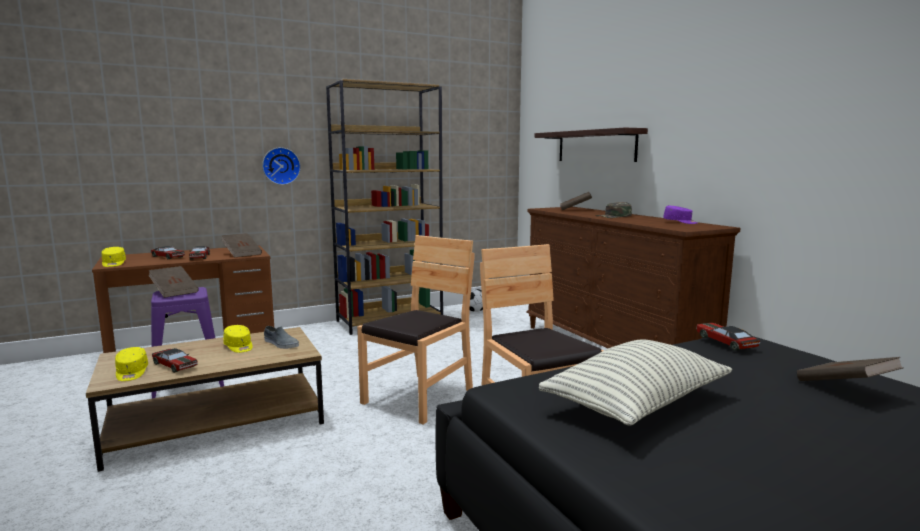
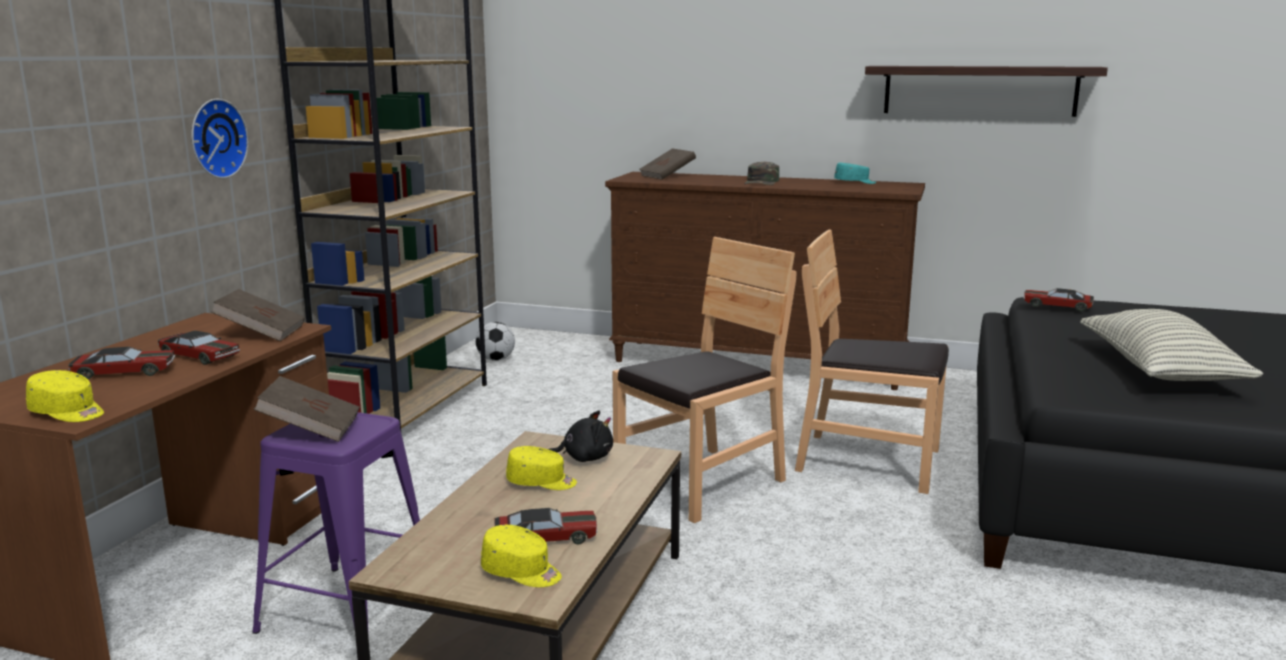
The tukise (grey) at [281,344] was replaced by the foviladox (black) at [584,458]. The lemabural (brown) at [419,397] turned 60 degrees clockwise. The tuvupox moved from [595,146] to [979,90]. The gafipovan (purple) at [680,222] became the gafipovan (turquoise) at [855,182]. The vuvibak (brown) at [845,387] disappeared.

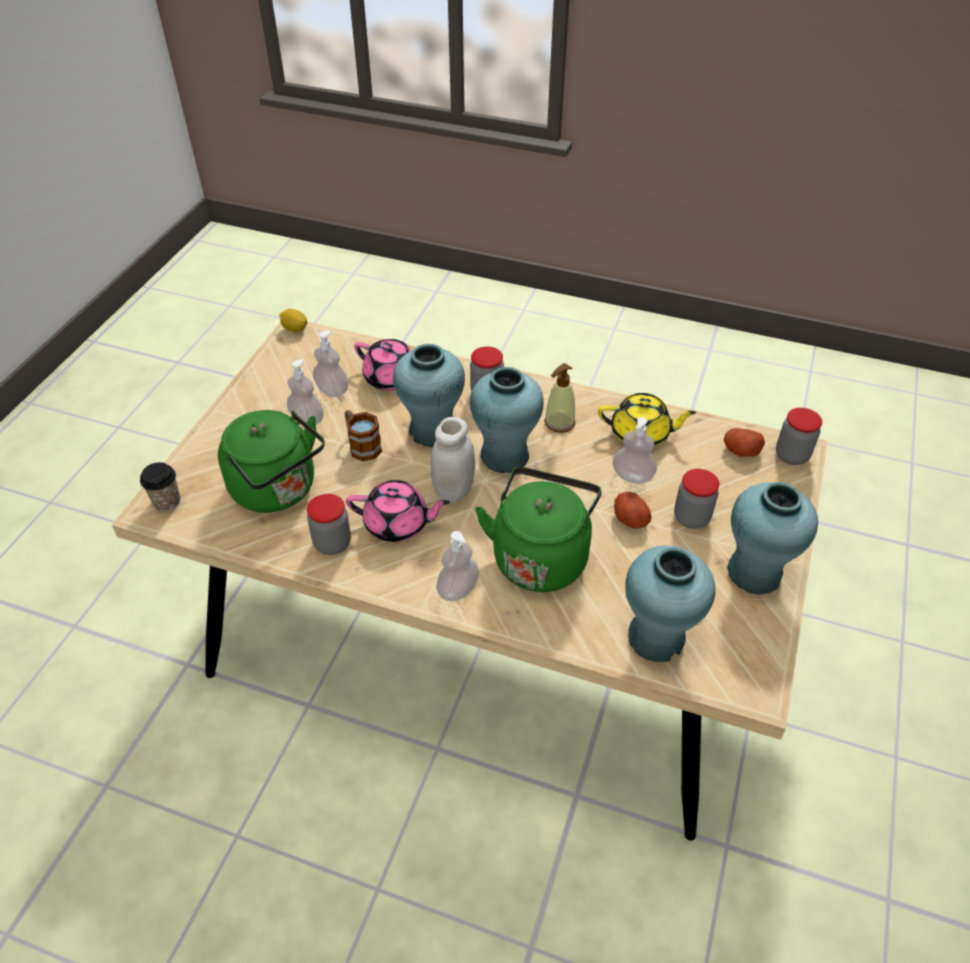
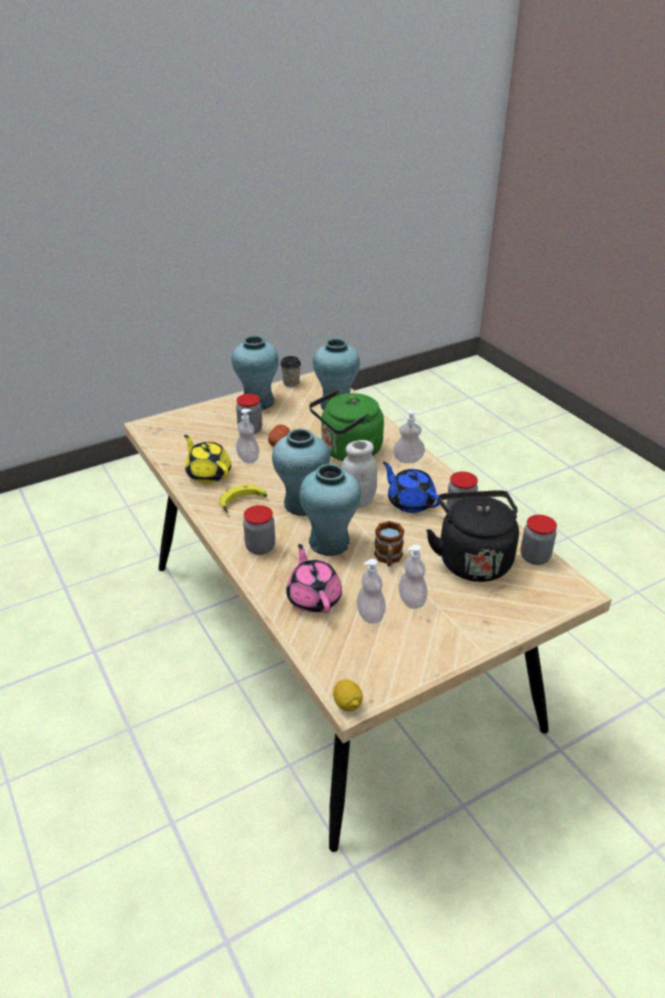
The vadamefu moved from [167,502] to [291,383]. The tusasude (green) at [278,490] became the tusasude (black) at [472,559]. The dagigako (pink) at [398,524] became the dagigako (blue) at [410,502]. The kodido at [559,423] was replaced by the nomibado at [243,504]. The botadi at [740,450] disappeared. The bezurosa moved from [791,455] to [534,557].

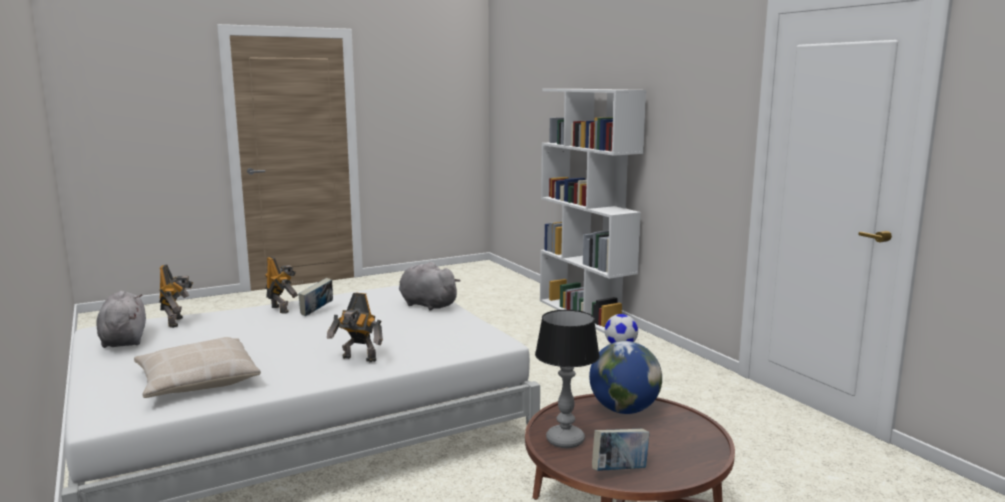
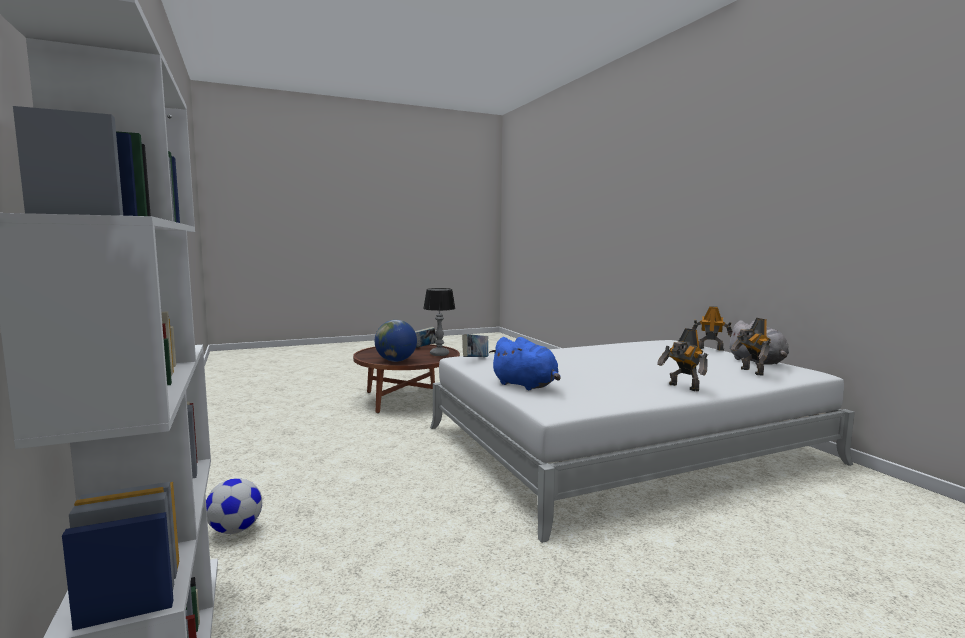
The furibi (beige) at [197,380] disappeared. The vuvibak moved from [317,312] to [475,359]. The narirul moved from [358,359] to [710,349]. The foviladox (grey) at [426,305] became the foviladox (blue) at [526,385].

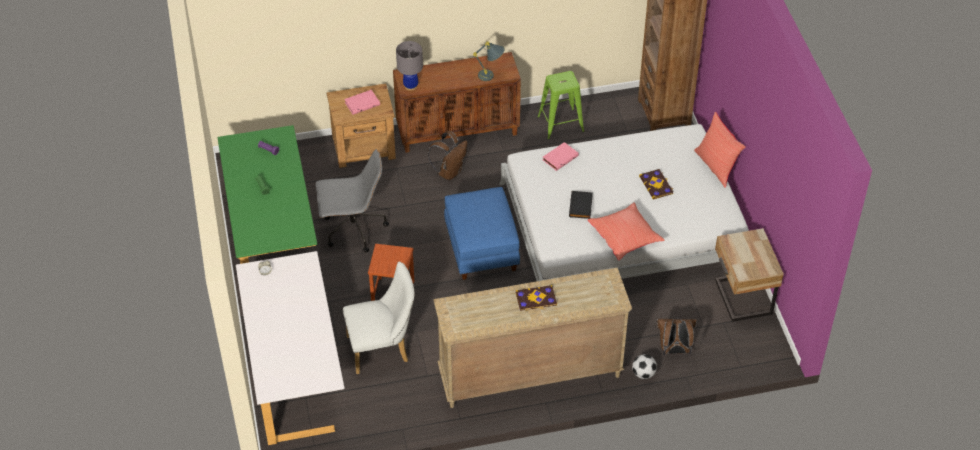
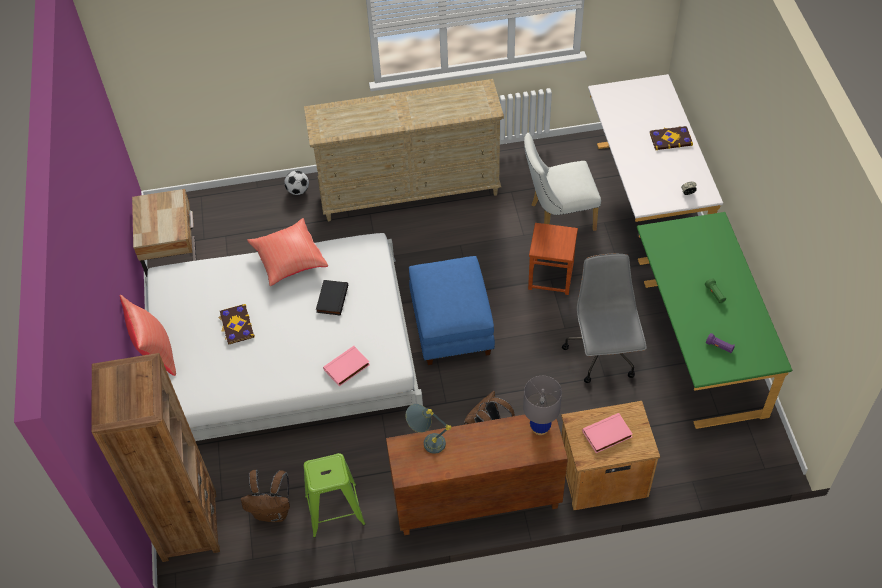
The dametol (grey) at [353,229] turned 90 degrees clockwise. The vuvibak moved from [536,299] to [670,139]. The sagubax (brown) moved from [674,350] to [273,511].

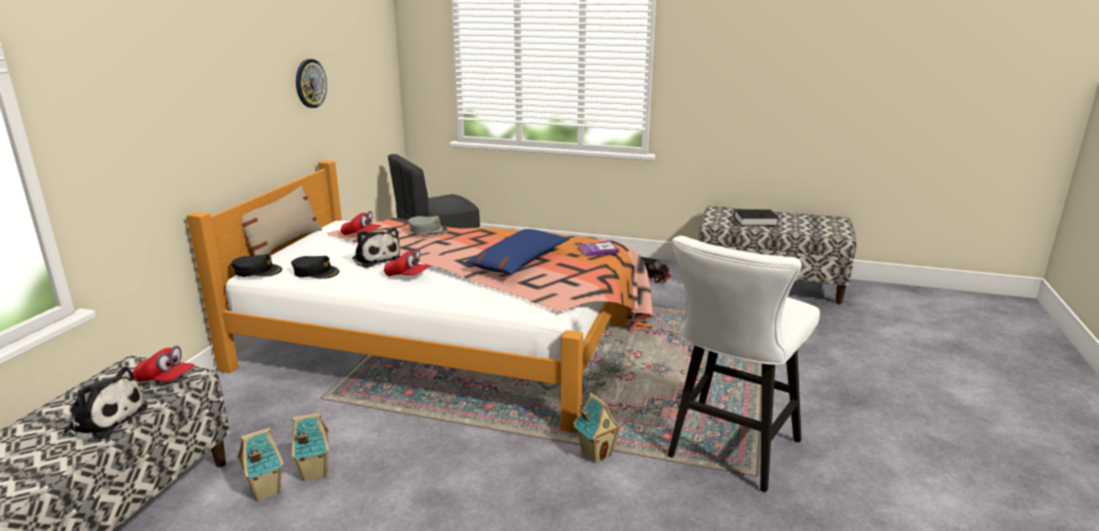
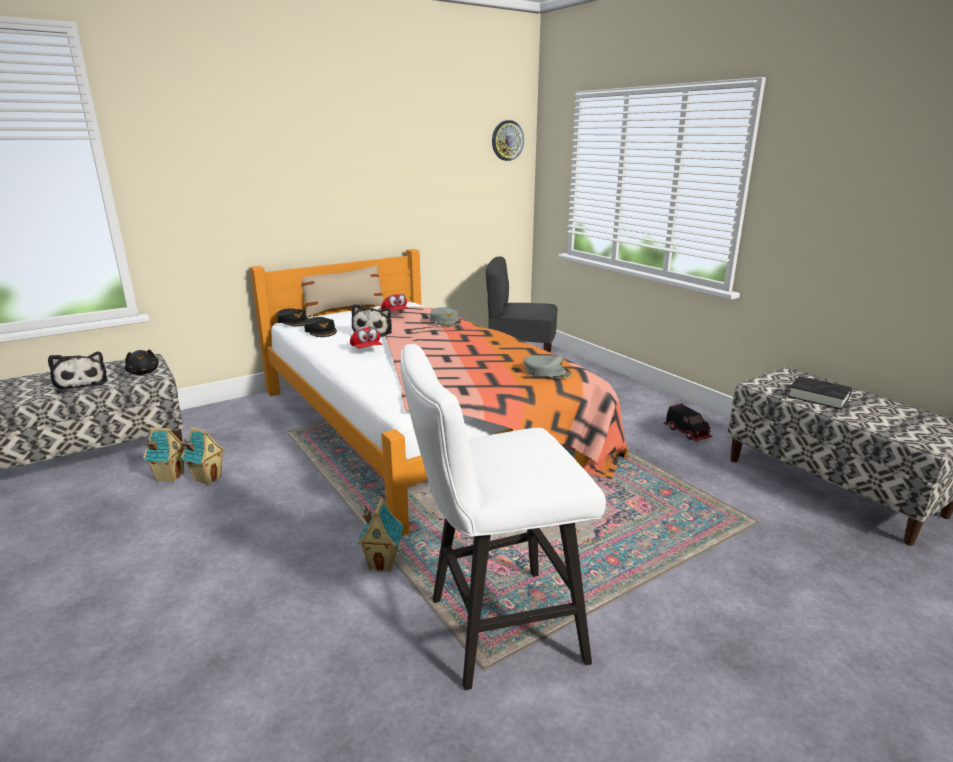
The gafipovan (red) at [166,379] was replaced by the foviladox (black) at [143,372]. The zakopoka moved from [310,83] to [507,140]. The furibi (blue) at [519,262] disappeared. The vuvibak at [598,250] was replaced by the gafipovan (grey) at [547,372].

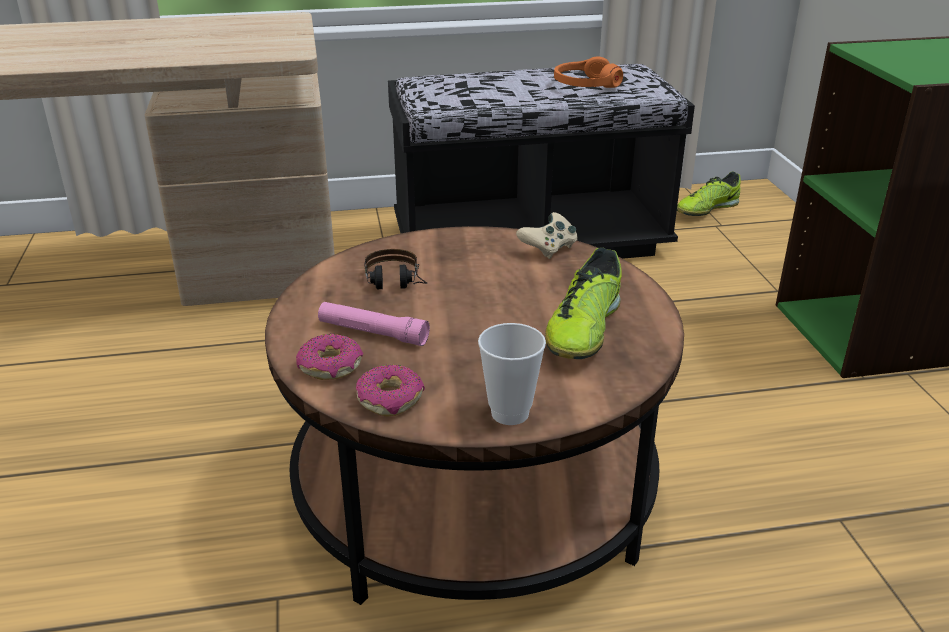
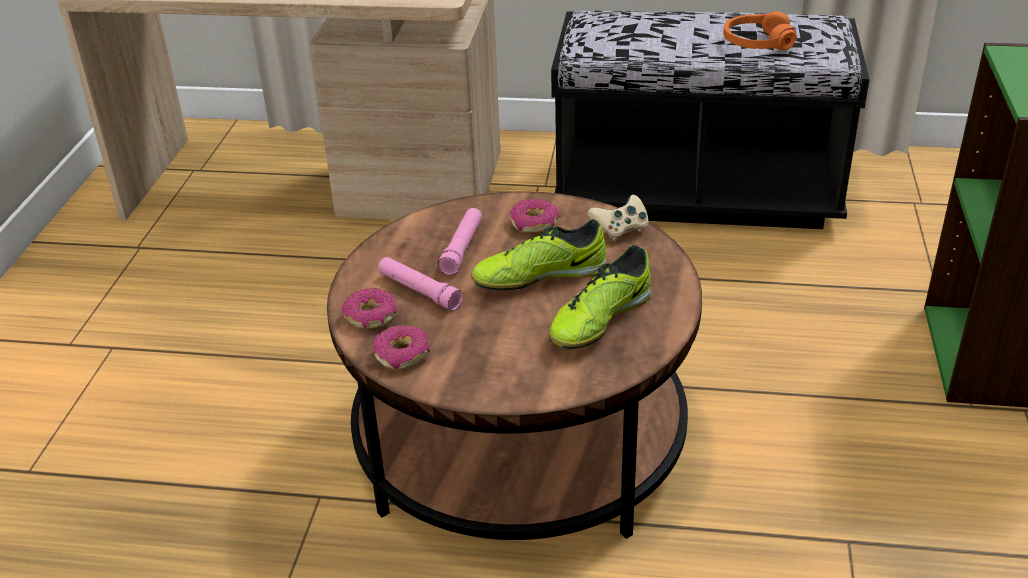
The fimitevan at [395,286] was replaced by the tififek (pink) at [462,248]. The vadamefu at [510,413] disappeared. The tukise moved from [706,209] to [539,276]. The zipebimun at [534,223] appeared.

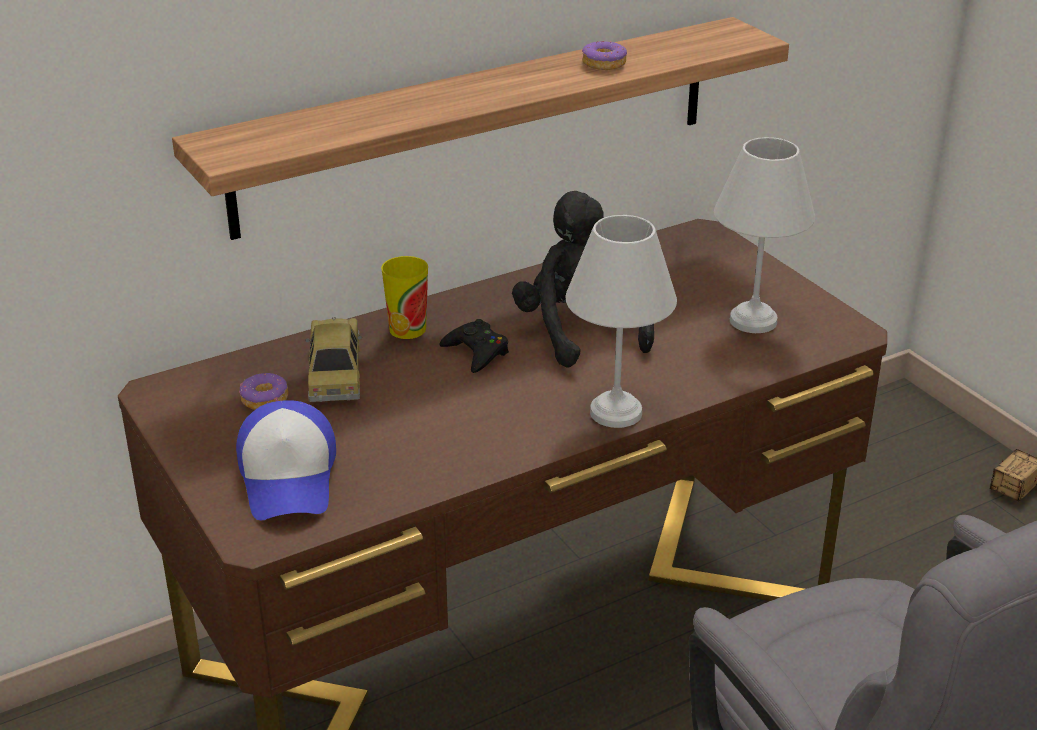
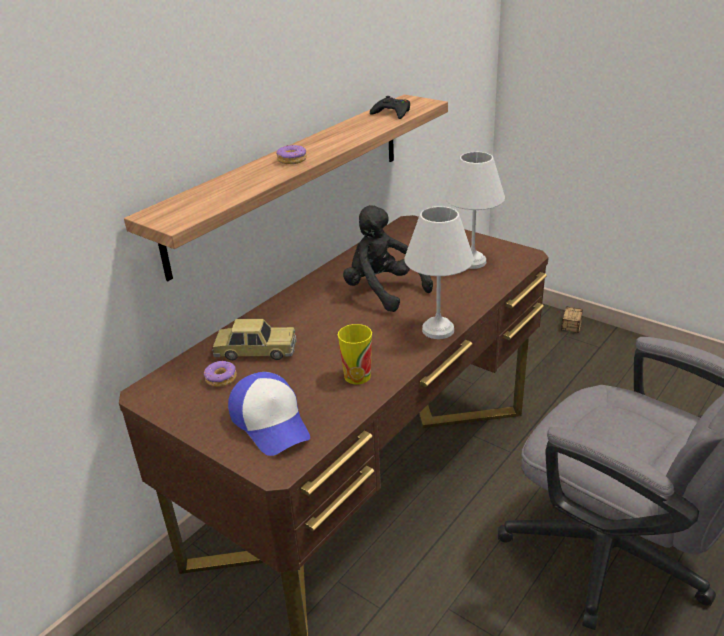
The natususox at [335,373] turned 120 degrees clockwise. The vadamefu moved from [407,329] to [357,376]. The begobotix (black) moved from [476,352] to [392,113]. The zipebimun moved from [604,64] to [292,160].

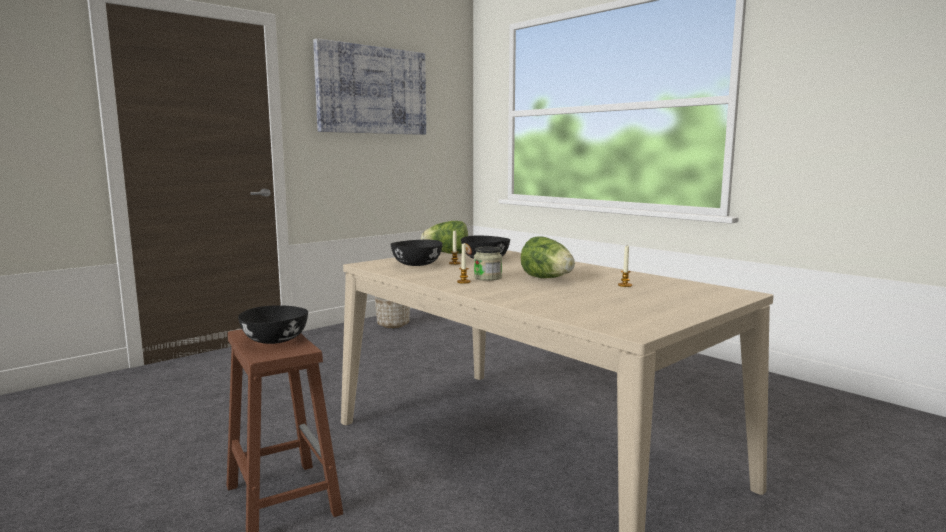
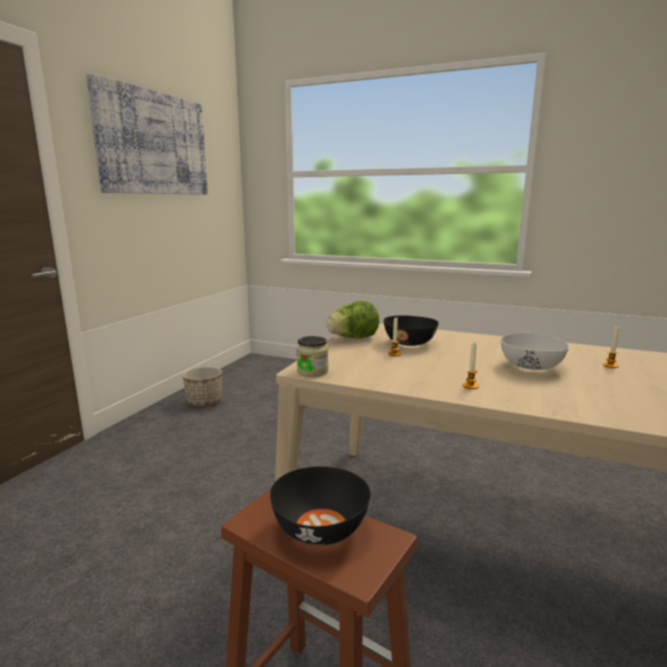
The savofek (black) at [416,265] disappeared. The bezurosa moved from [487,278] to [312,371]. The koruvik at [547,278] was replaced by the savofek (white) at [530,366].

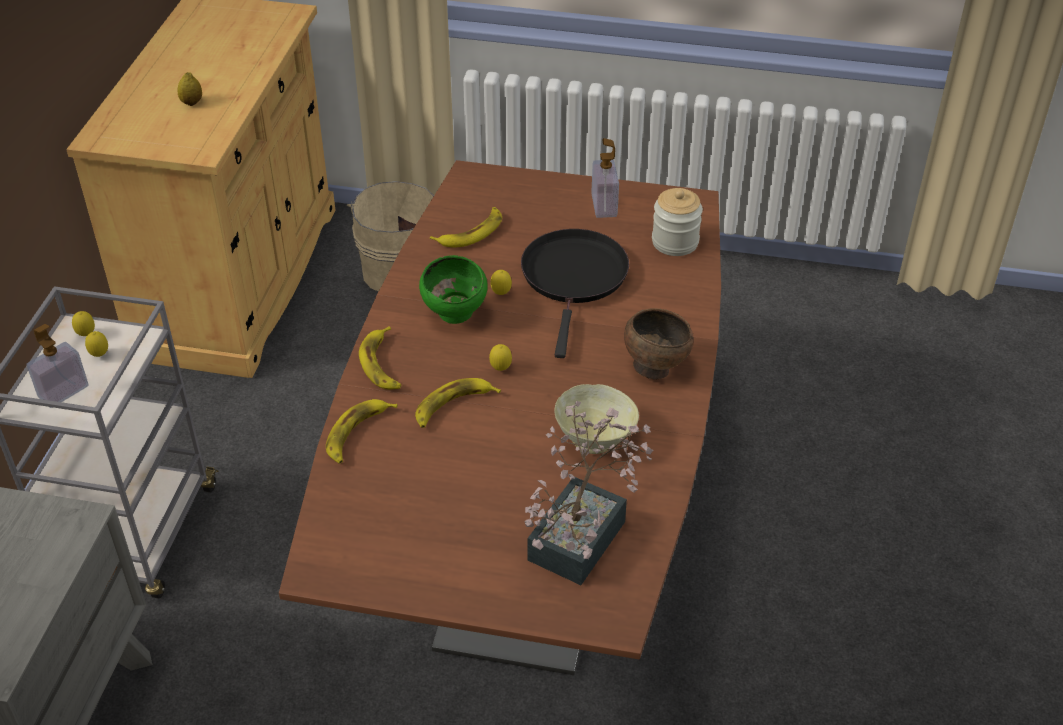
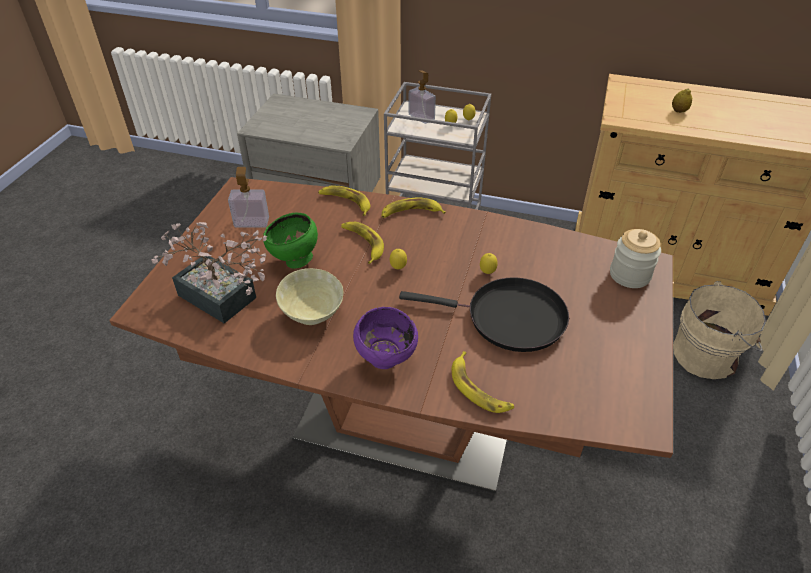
The savofek (green) moved from [456,316] to [295,261]. The nomibado moved from [471,232] to [479,388]. The kodido moved from [604,205] to [251,222]. The savofek (brown) at [654,368] became the savofek (purple) at [387,360]. The bezurosa moved from [675,242] to [629,275].

